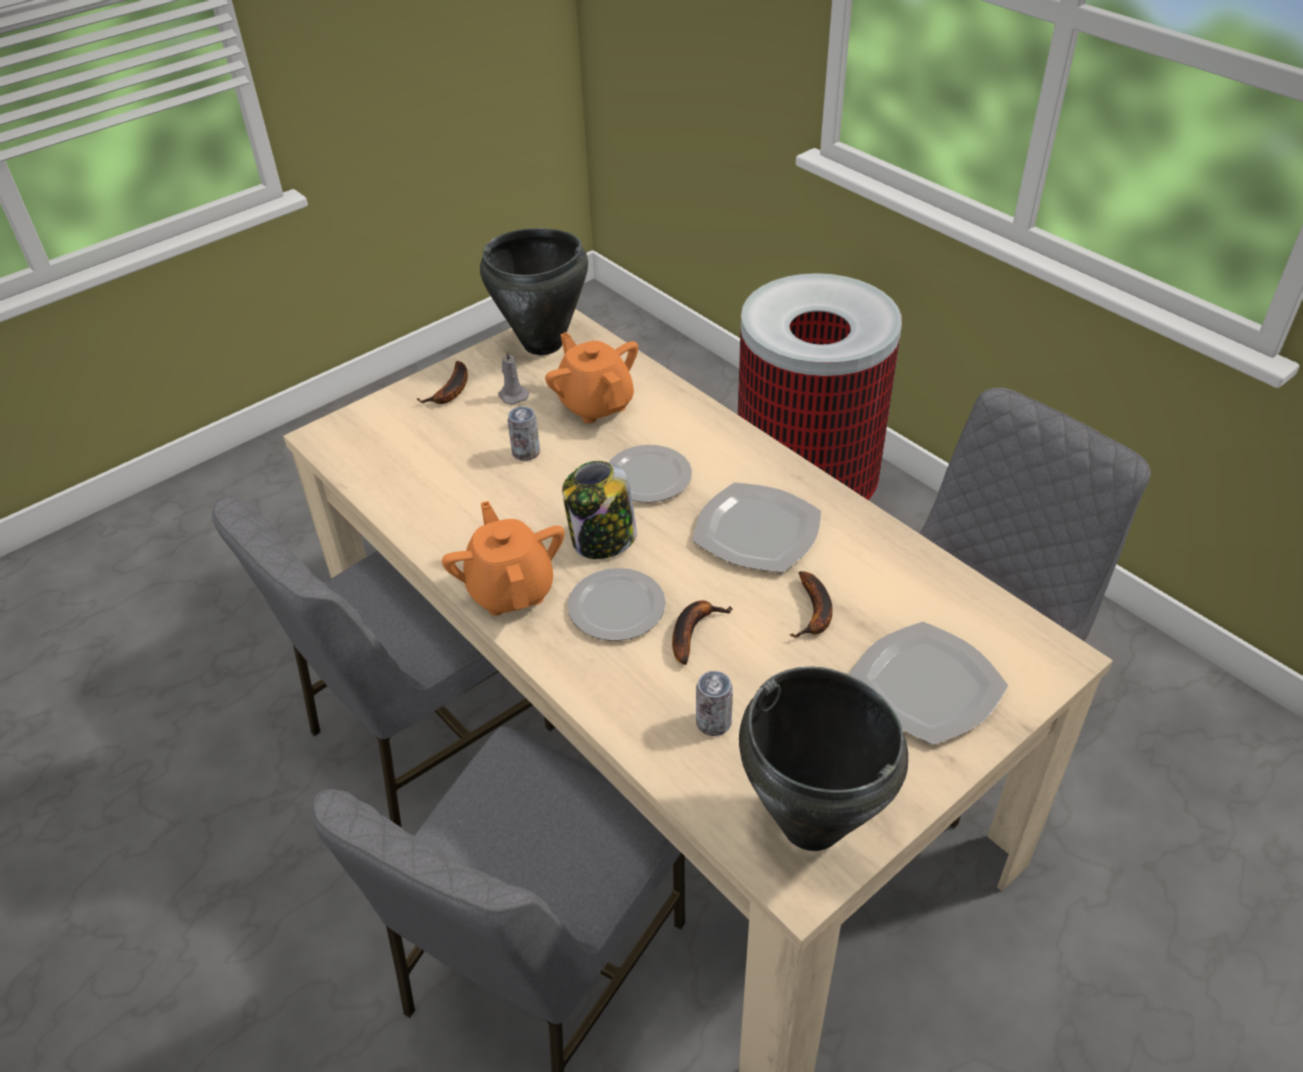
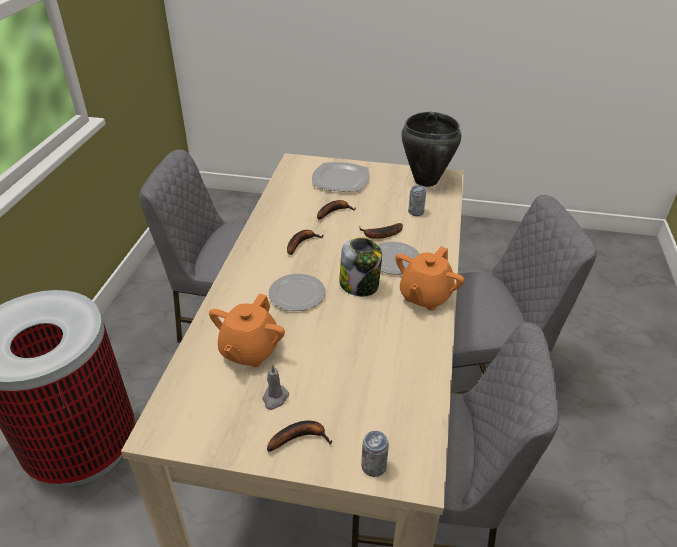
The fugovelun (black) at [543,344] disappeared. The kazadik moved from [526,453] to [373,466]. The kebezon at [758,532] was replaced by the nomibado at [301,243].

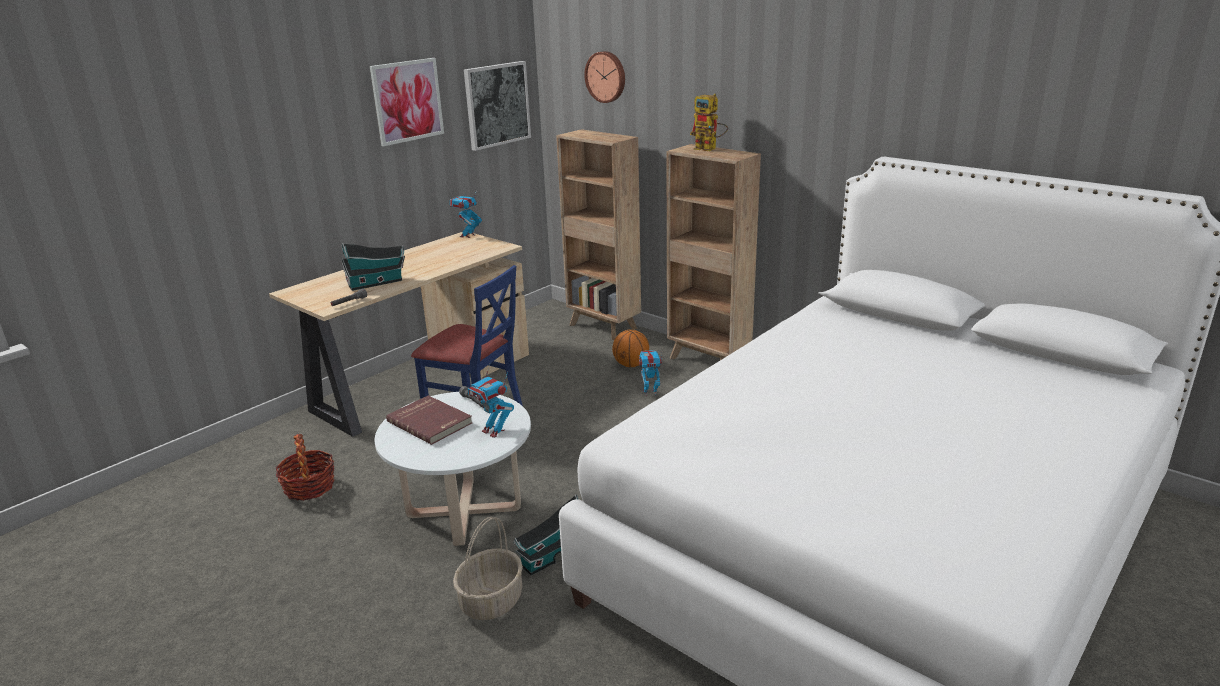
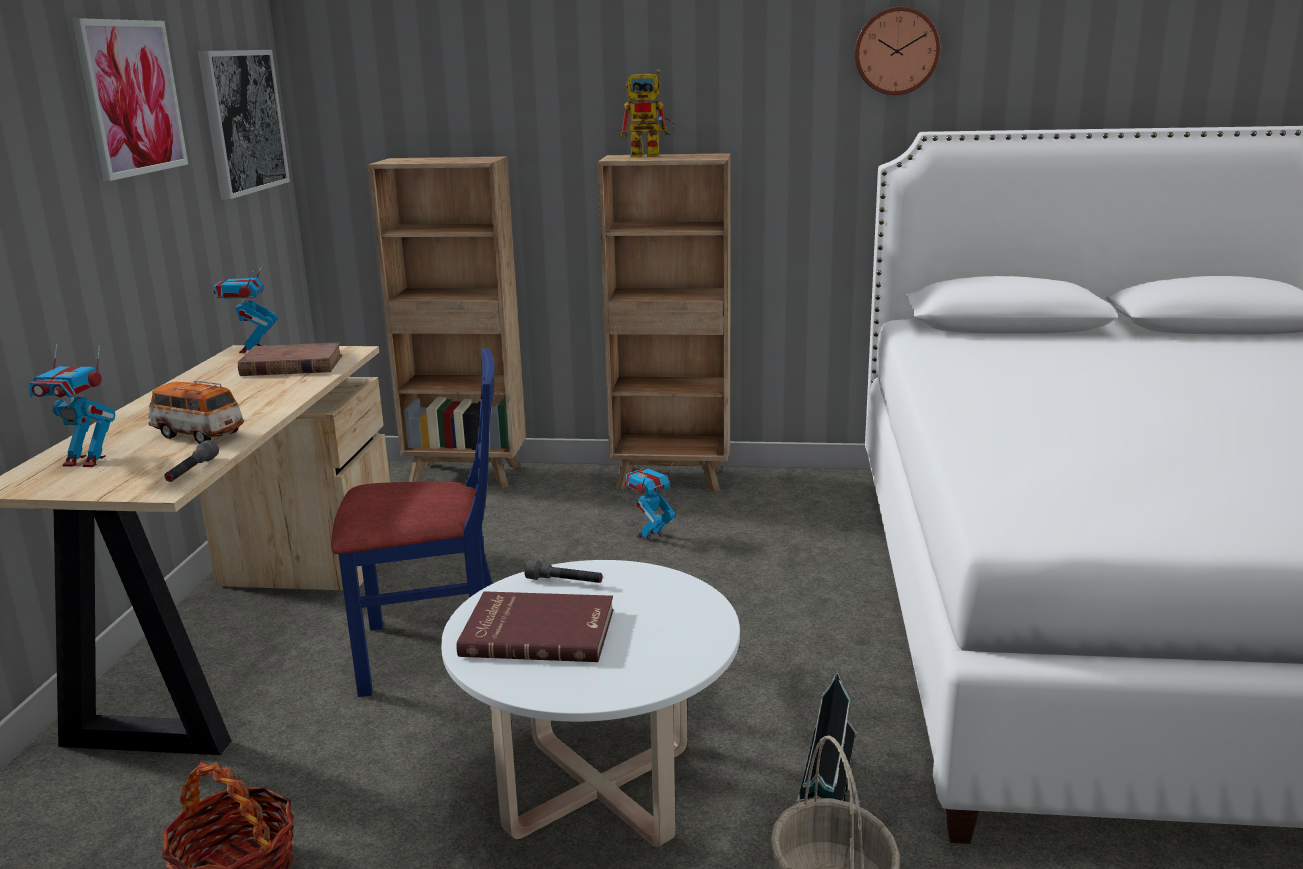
The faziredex at [377,283] was replaced by the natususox at [198,435]. The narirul moved from [494,431] to [86,461]. The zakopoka moved from [606,77] to [896,51]. The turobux at [631,365] disappeared. The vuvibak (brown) at [291,366] appeared.

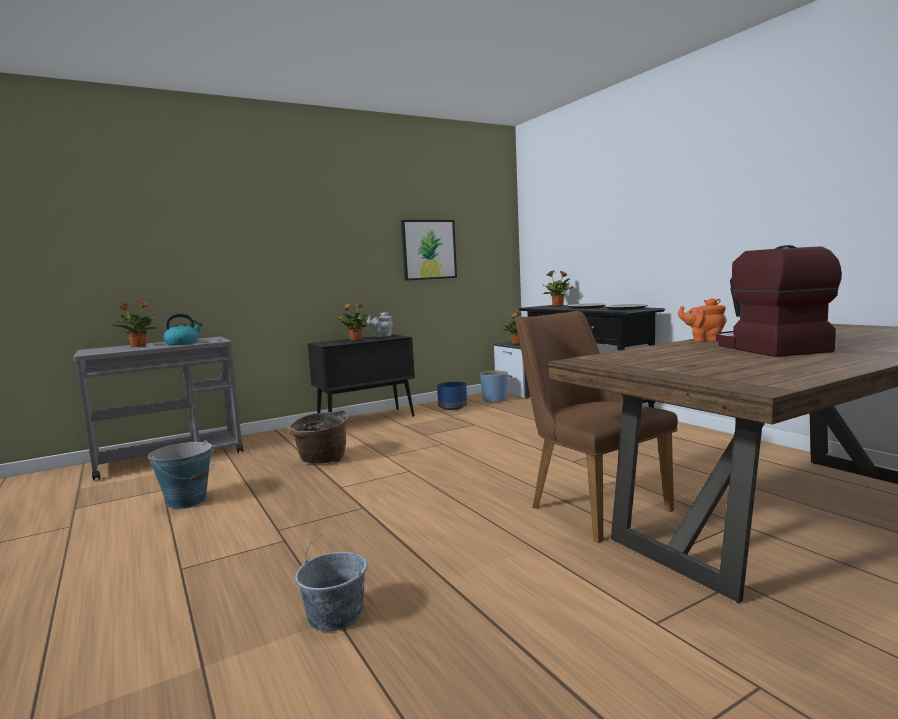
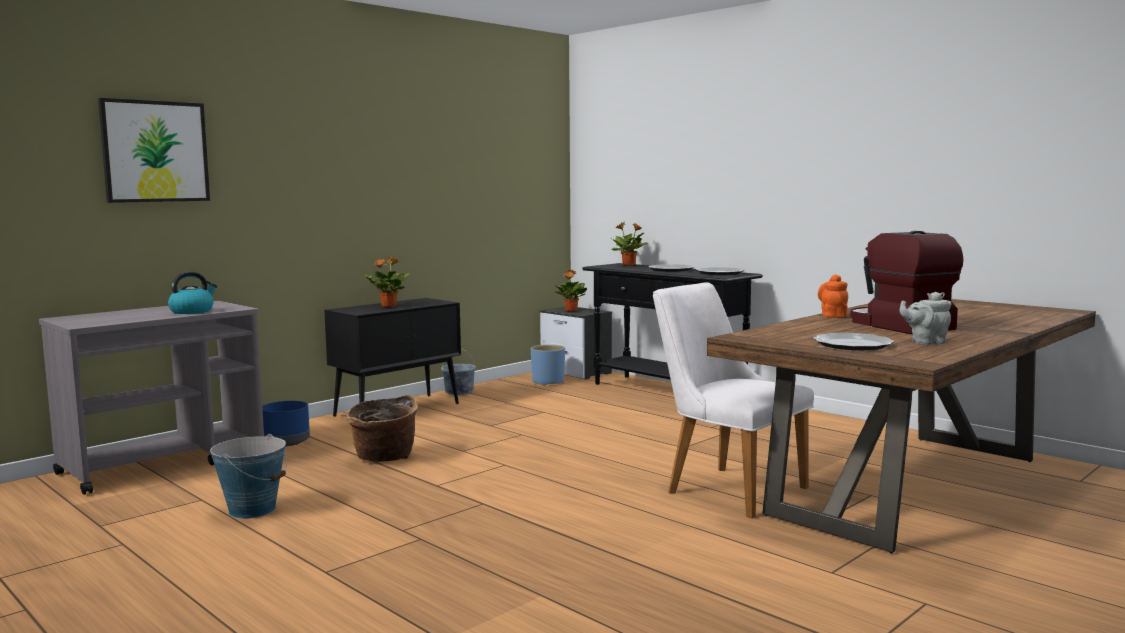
The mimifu at [138,346] disappeared. The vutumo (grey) moved from [335,615] to [458,392]. The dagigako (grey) moved from [382,336] to [925,342]. The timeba moved from [428,249] to [155,151]. The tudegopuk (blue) moved from [452,407] to [286,442]. The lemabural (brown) at [589,505] became the lemabural (white) at [725,487]. The dagigako (orange) at [704,340] turned 90 degrees clockwise. The kebezon at [853,345] appeared.

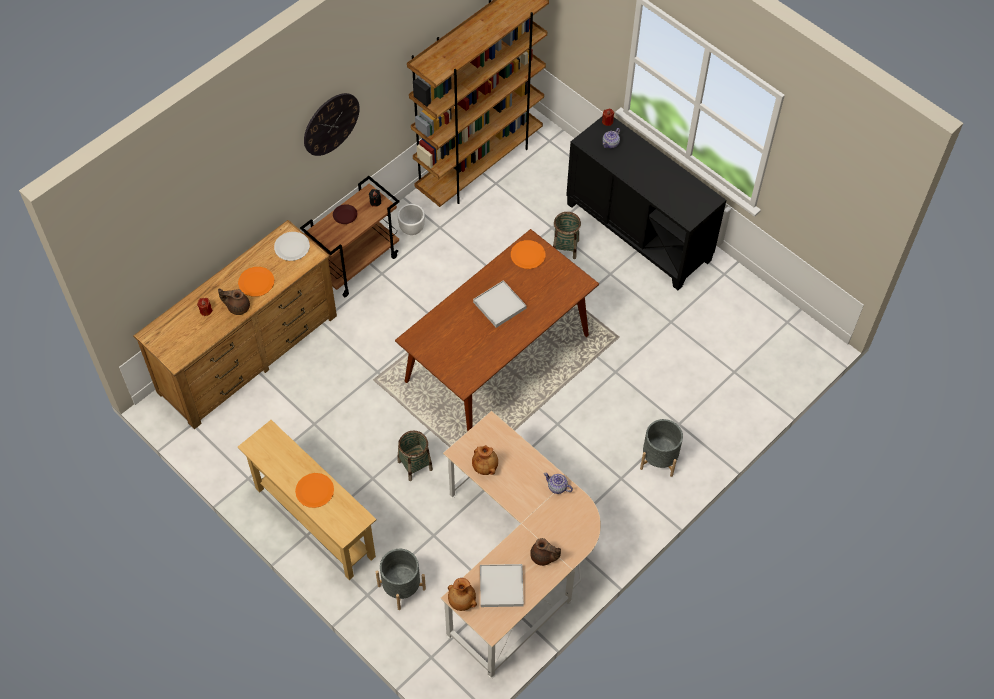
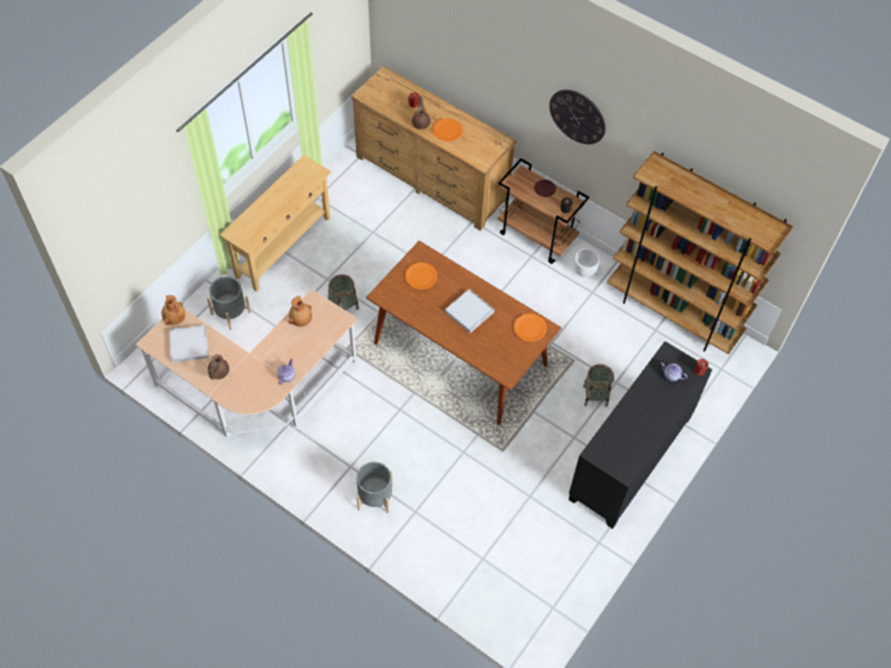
The kebezon (white) at [292,247] disappeared. The kebezon (orange) moved from [315,491] to [421,276].

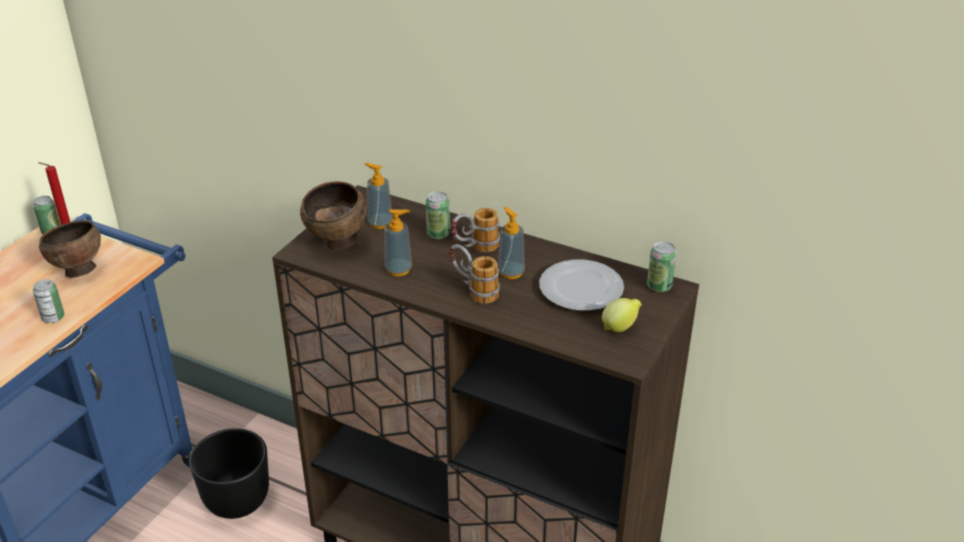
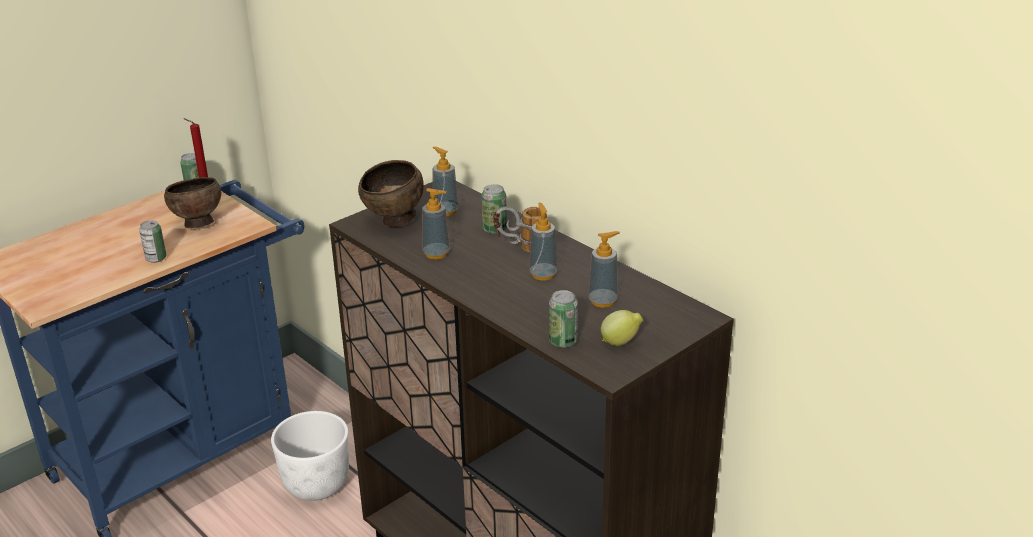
The tudegopuk (black) at [237,500] became the tudegopuk (white) at [317,485]. The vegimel at [473,290] disappeared. The kebezon at [580,289] was replaced by the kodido at [603,301]. The kazadik moved from [659,286] to [563,341].

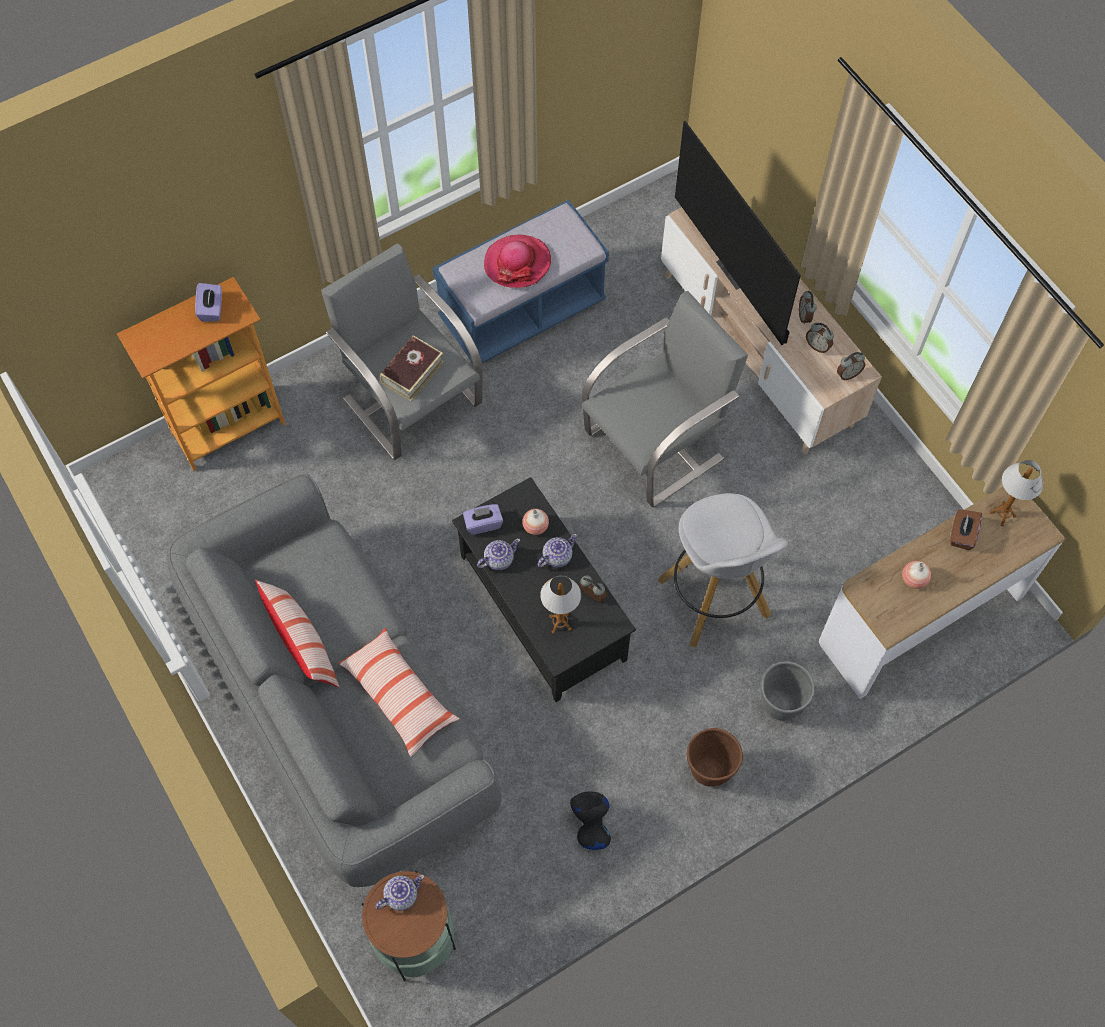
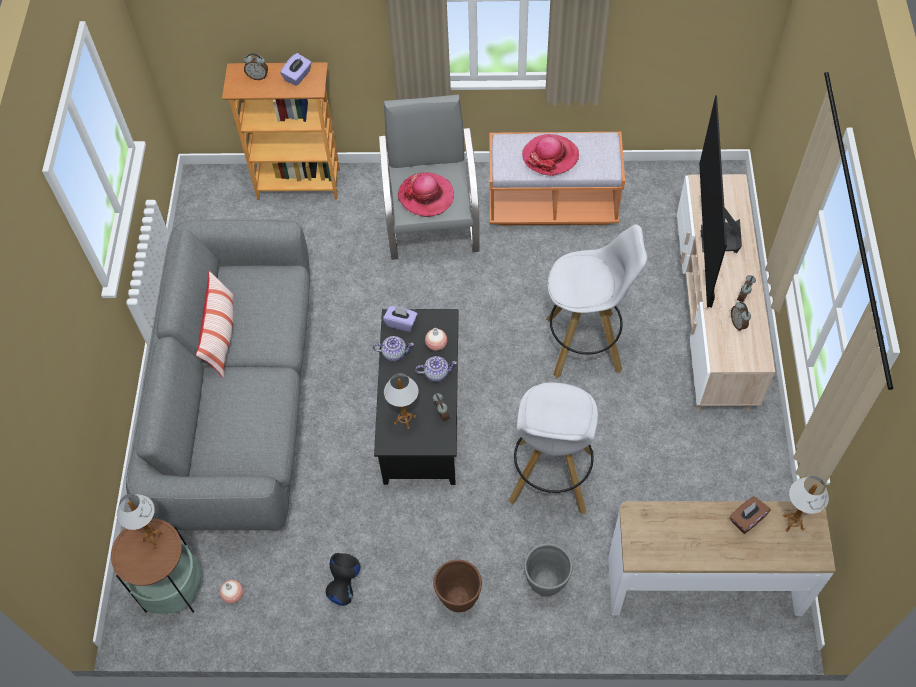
The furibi at [399,695] disappeared. The dagigako at [401,895] was replaced by the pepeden at [152,537]. The vuvibak at [412,372] was replaced by the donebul at [426,196]. The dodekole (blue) at [522,312] became the dodekole (orange) at [552,204]. The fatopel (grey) at [655,444] was replaced by the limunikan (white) at [585,344]. The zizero moved from [848,374] to [258,76]. The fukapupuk moved from [914,579] to [233,594].

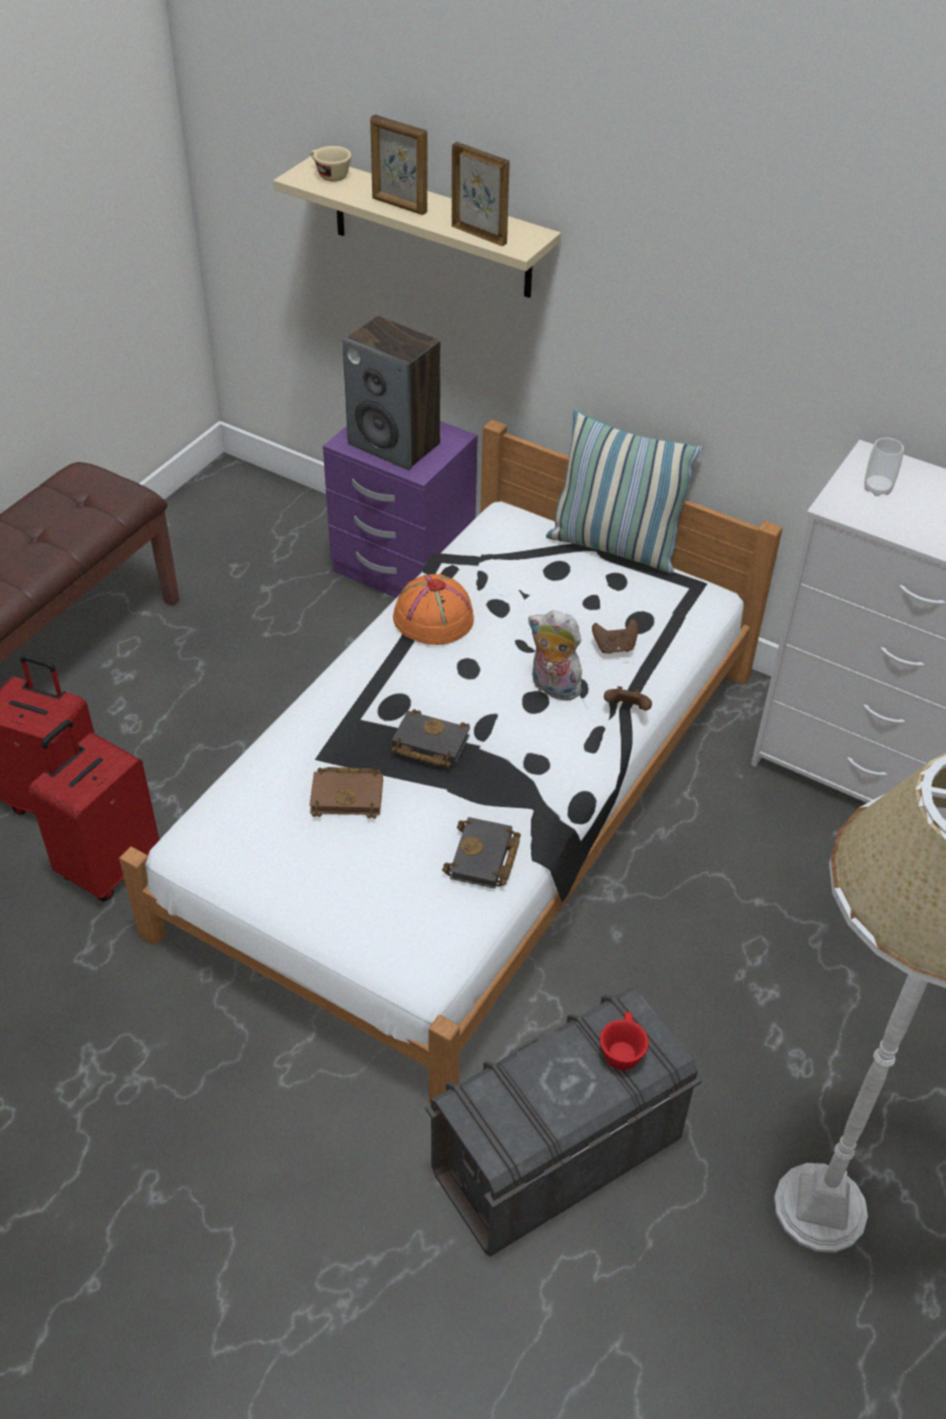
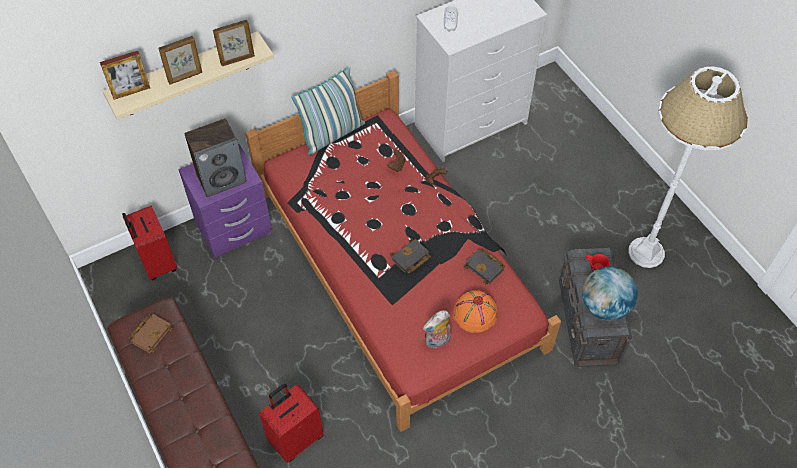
The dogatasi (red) moved from [108,865] to [157,263]. The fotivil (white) at [470,795] became the fotivil (red) at [397,268]. The vuvibak (brown) moved from [349,795] to [151,333]. The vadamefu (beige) at [329,175] was replaced by the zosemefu at [131,92]. The donebul (orange) moved from [433,618] to [474,314]. The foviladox moved from [552,688] to [437,341]. The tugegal at [604,306] appeared.

